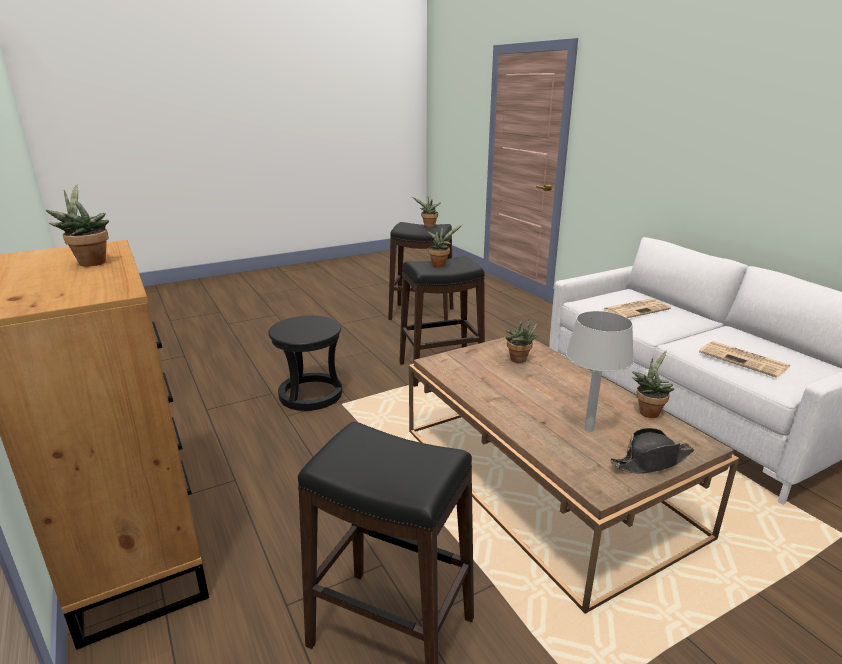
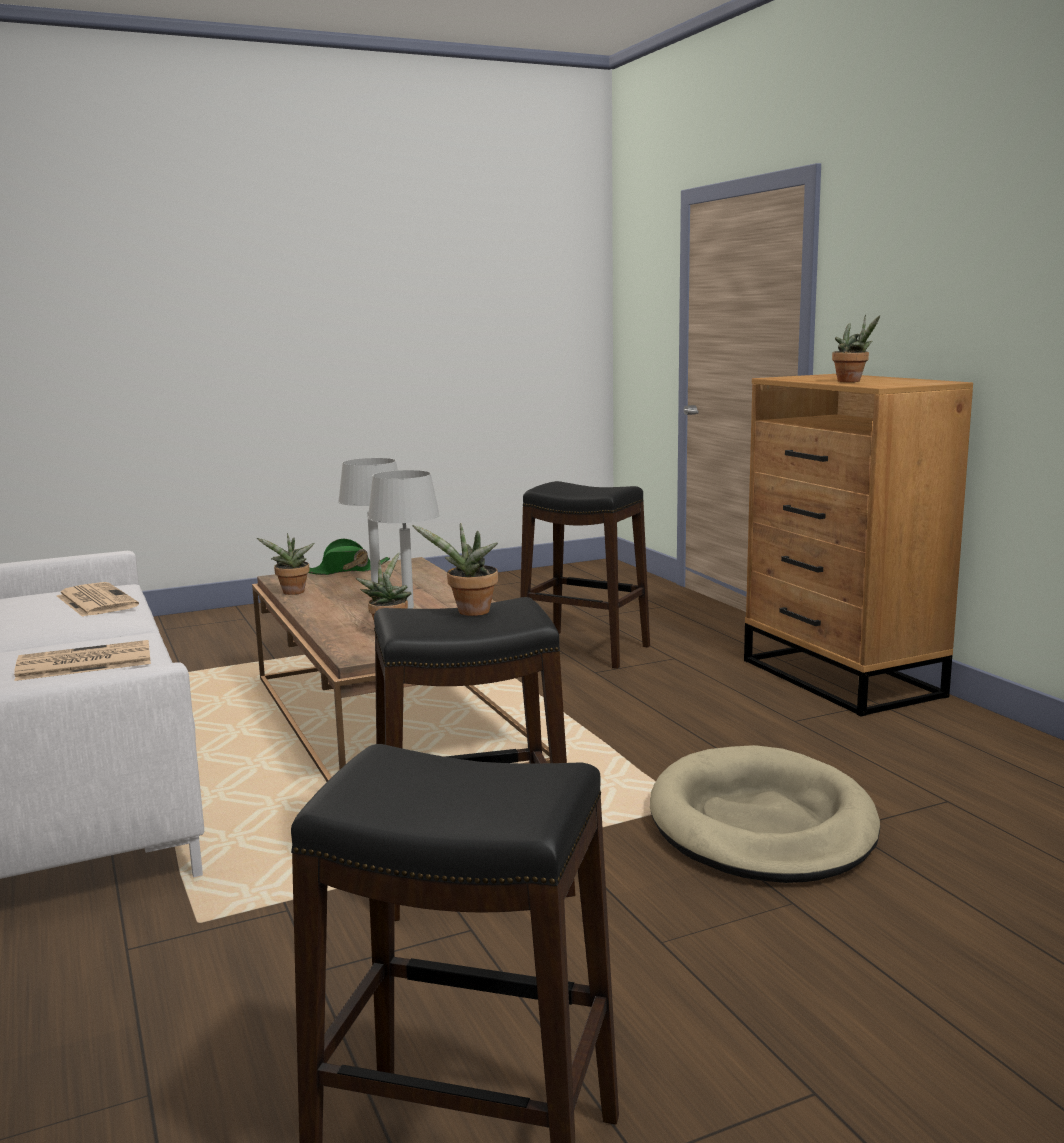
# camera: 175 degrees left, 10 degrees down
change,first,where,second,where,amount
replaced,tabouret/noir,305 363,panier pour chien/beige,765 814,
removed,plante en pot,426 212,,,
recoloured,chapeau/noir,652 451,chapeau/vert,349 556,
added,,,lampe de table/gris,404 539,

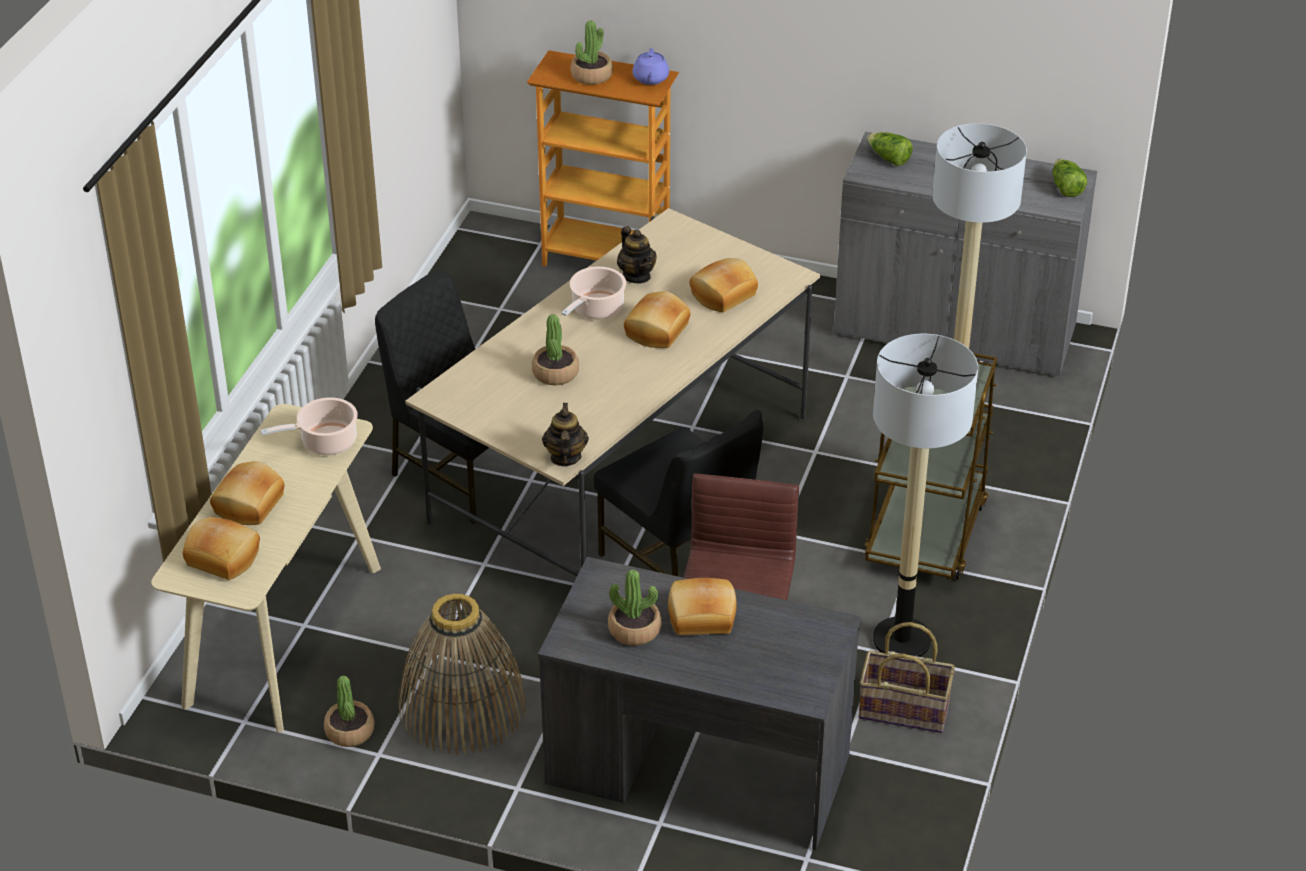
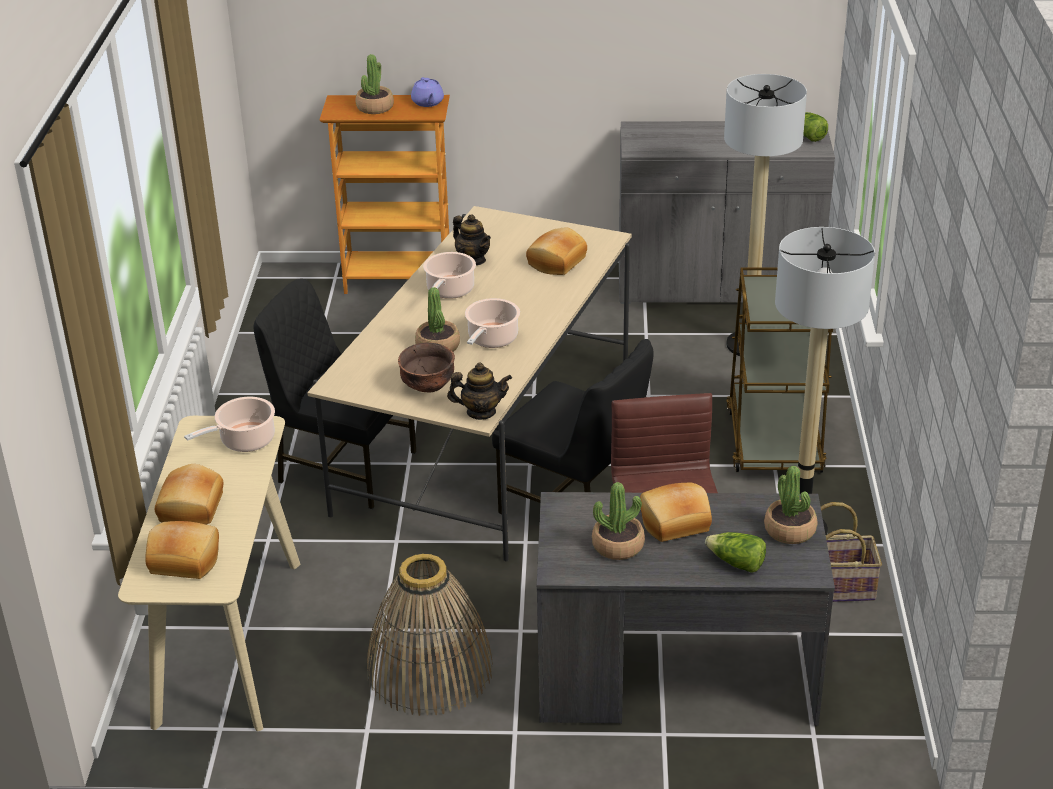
# camera: 15 degrees left, 5 degrees down
change,first,where,second,where,amount
moved,plante en pot,349 711,,790 505,
turned,théière,565 434,,479 391,105 degrees clockwise
removed,pain,657 319,,,
moved,laitue,890 149,,735 552,
added,,,bol/marron,426 367,
added,,,marmite,492 323,

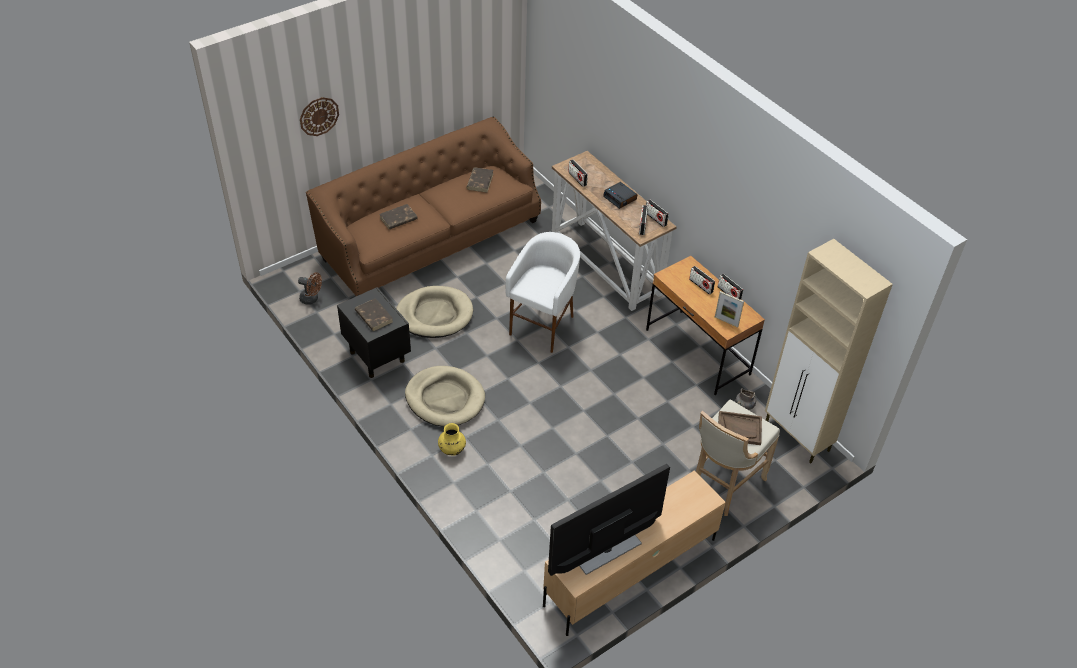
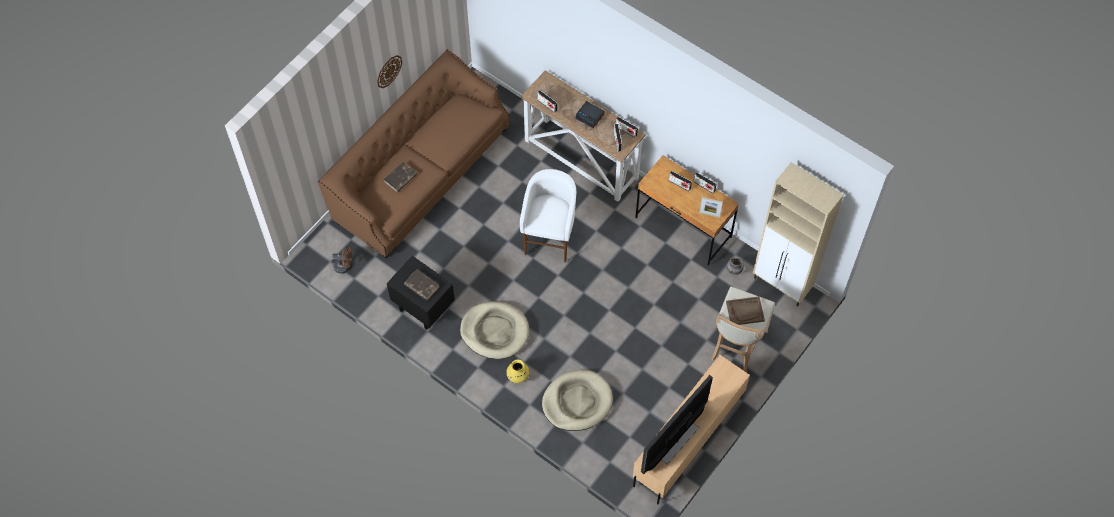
# camera: 15 degrees left, 15 degrees up
change,first,where,second,where,amount
moved,horloge murale,319 116,,389 71,
moved,panier pour chien/beige,434 312,,577 400,
removed,livre/marron,479 179,,,

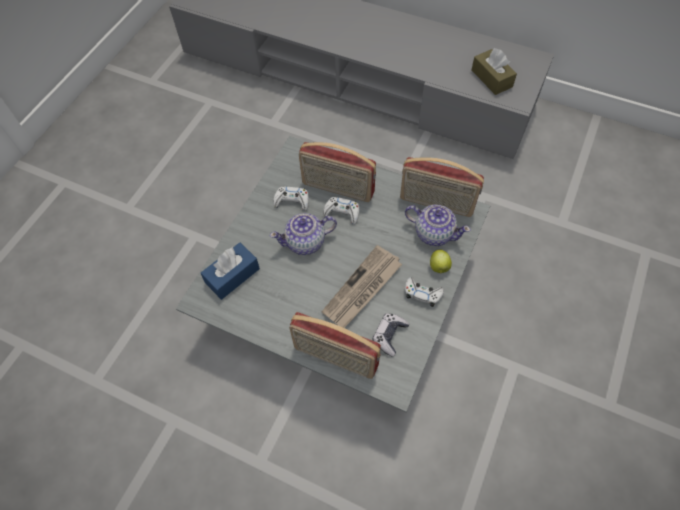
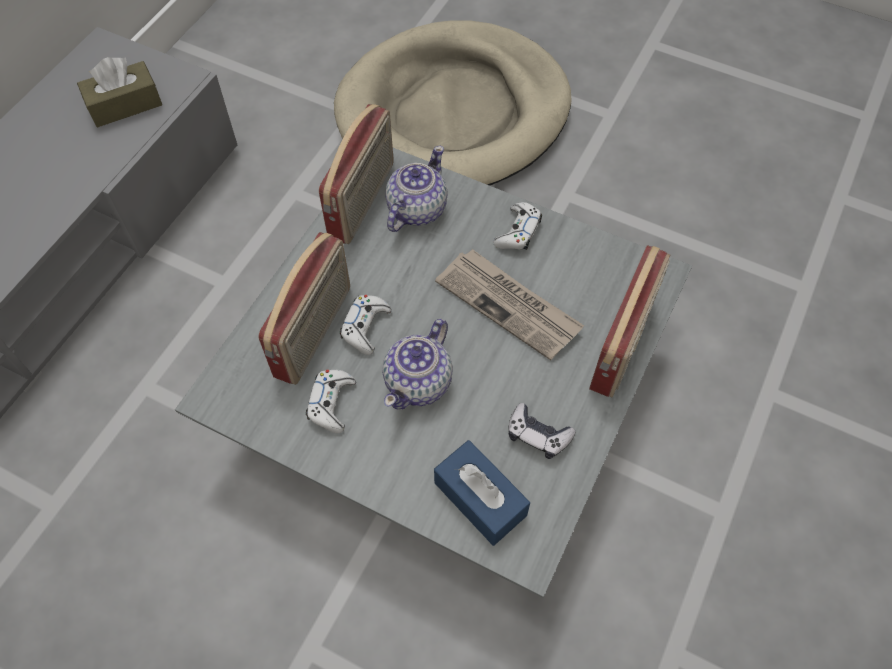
# camera: 90 degrees left, 0 degrees up
change,first,where,second,where,amount
turned,théière,303 234,,417 364,45 degrees clockwise
moved,manette,391 335,,542 431,
removed,pomme,441 262,,,
added,,,panier pour chien/beige,453 103,

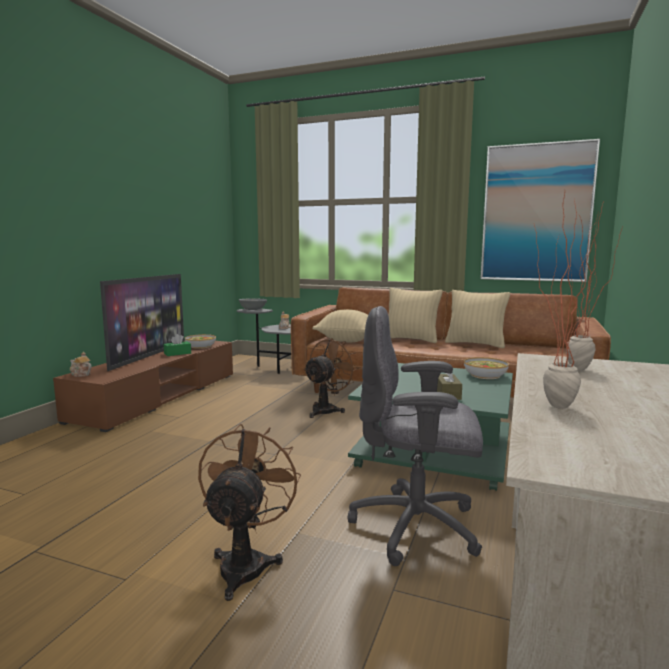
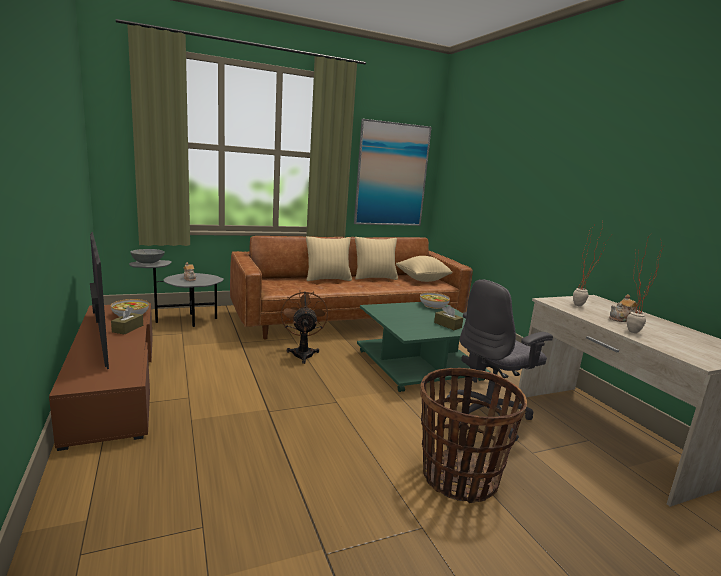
# camera: 45 degrees left, 5 degrees up
change,first,where,second,where,amount
moved,théière,81 364,,623 308,
recoloured,boîte à mouchoirs/vert,177 345,boîte à mouchoirs/marron,127 321,
replaced,ventilateur/marron,249 512,panier,473 435,
moved,coussin/beige,340 325,,424 269,

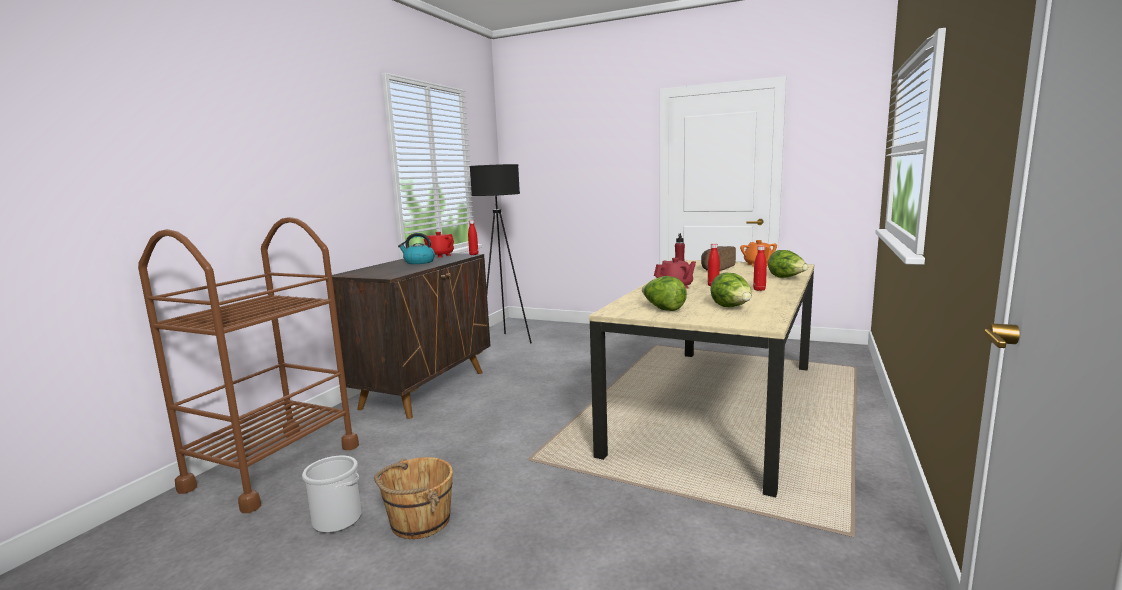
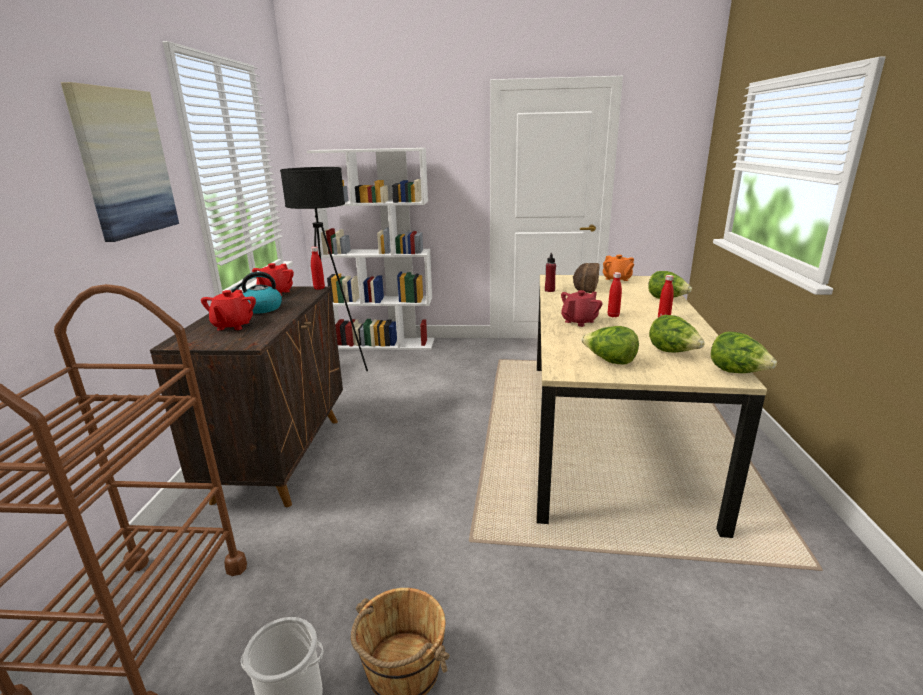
# camera: 20 degrees left, 10 degrees up
change,first,where,second,where,amount
added,,,tableau,120 162,
added,,,théière/rouge,228 310,
added,,,bibliothèque/blanc,370 249,
added,,,laitue,744 352,

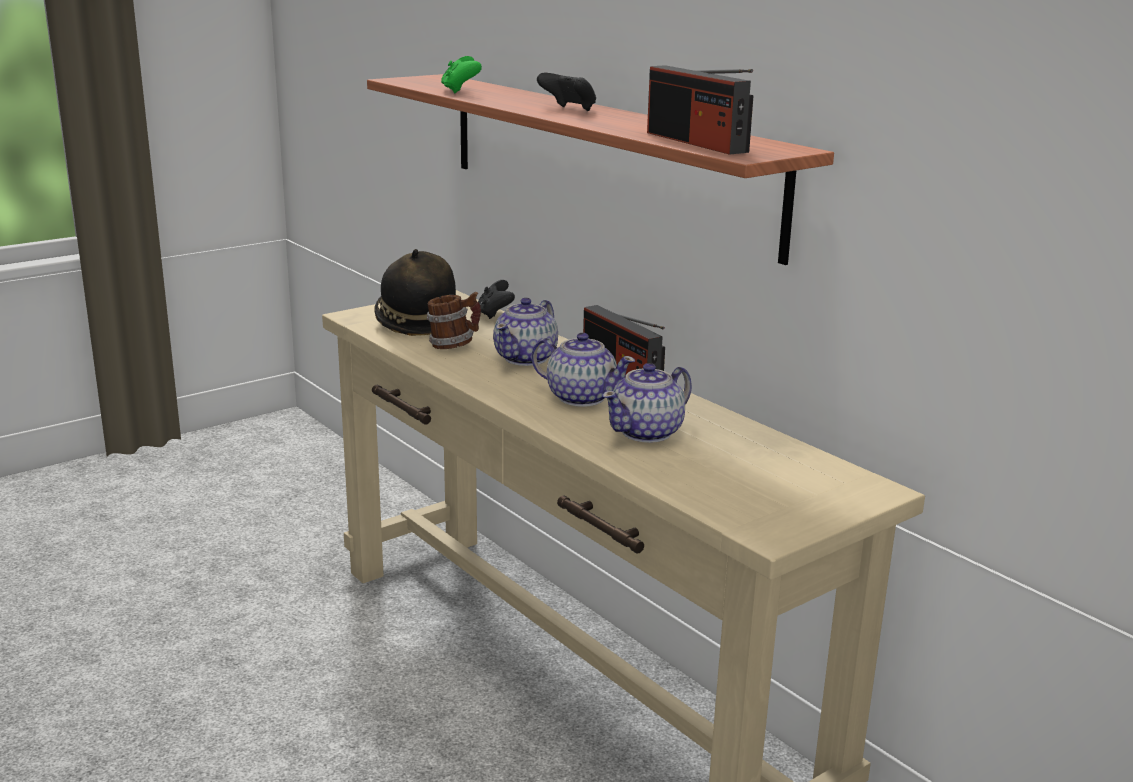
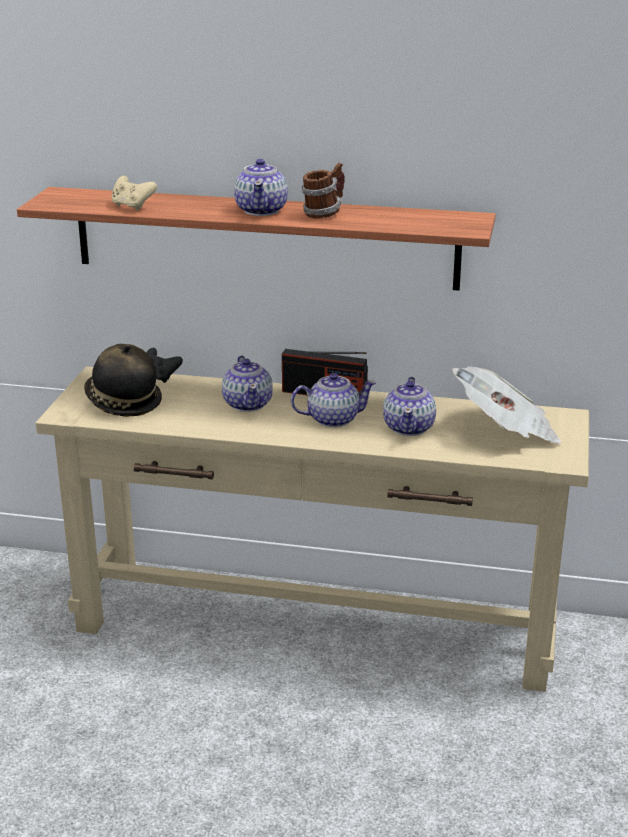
# camera: 40 degrees left, 5 degrees up
change,first,where,second,where,amount
moved,mug,454 320,,323 191,
recoloured,manette/vert,461 75,manette/beige,134 193,
replaced,manette/noir,566 92,théière,261 187,
removed,radio,700 110,,,
added,,,journal,507 405,

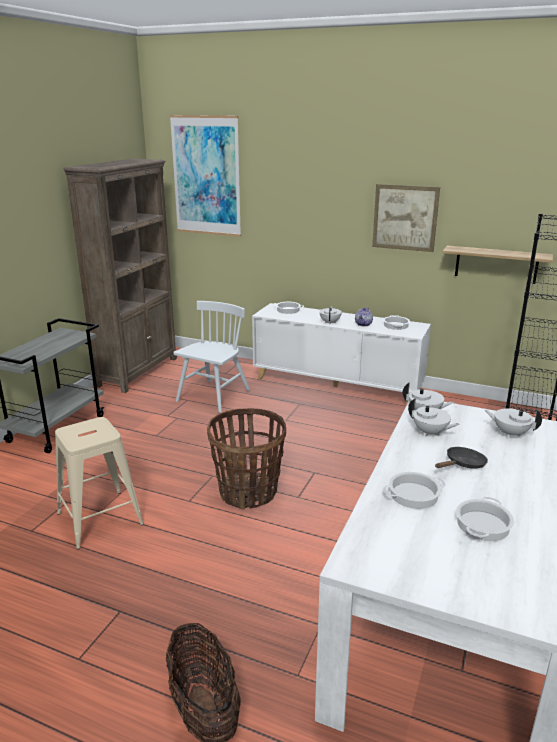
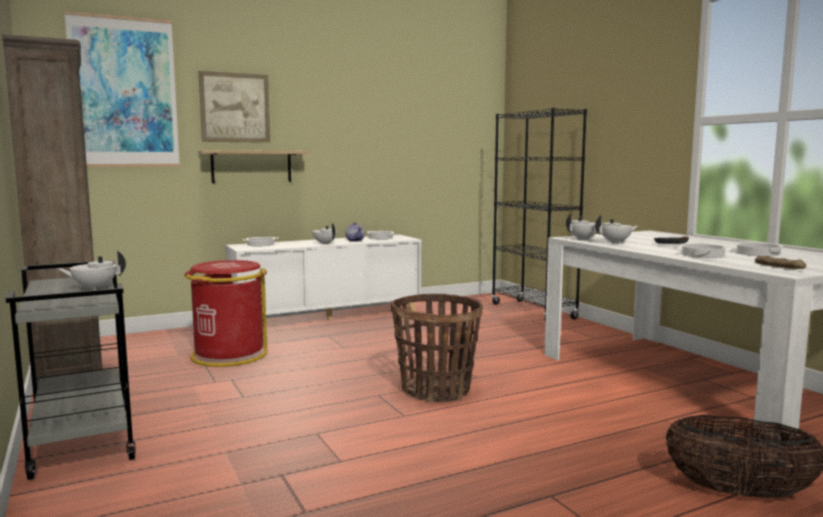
# camera: 50 degrees left, 15 degrees down
change,first,where,second,where,amount
removed,tabouret/beige,99 483,,,
replaced,chaise/blanc,211 357,poubelle/rouge,226 313,
moved,tableau,406 218,,234 107,
moved,étagère,498 264,,253 166,
moved,théière/blanc,513 423,,91 270,
added,,,pain,780 262,

